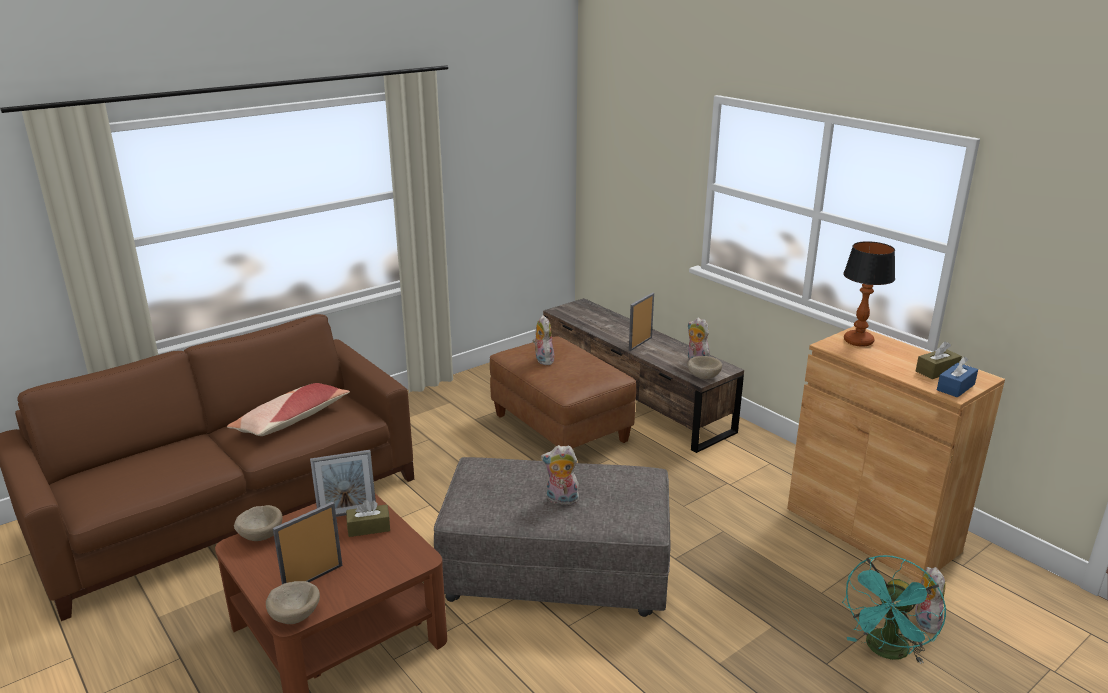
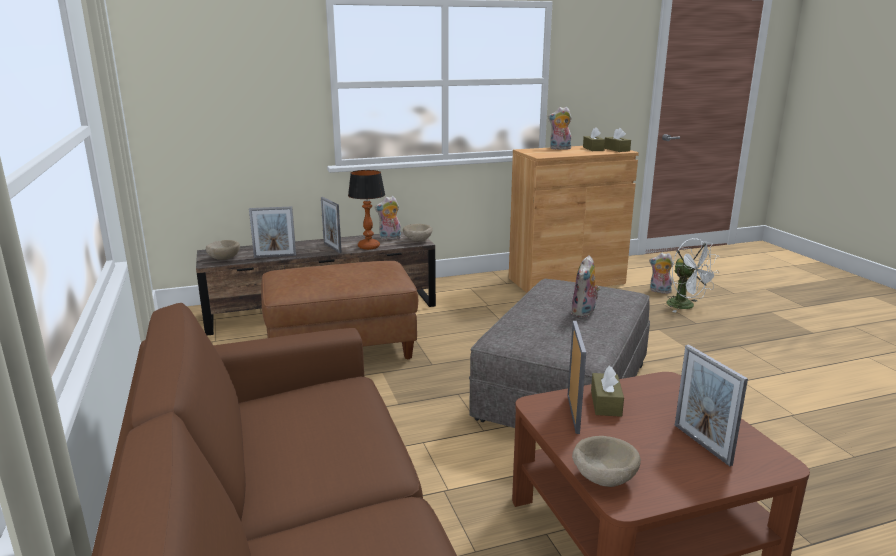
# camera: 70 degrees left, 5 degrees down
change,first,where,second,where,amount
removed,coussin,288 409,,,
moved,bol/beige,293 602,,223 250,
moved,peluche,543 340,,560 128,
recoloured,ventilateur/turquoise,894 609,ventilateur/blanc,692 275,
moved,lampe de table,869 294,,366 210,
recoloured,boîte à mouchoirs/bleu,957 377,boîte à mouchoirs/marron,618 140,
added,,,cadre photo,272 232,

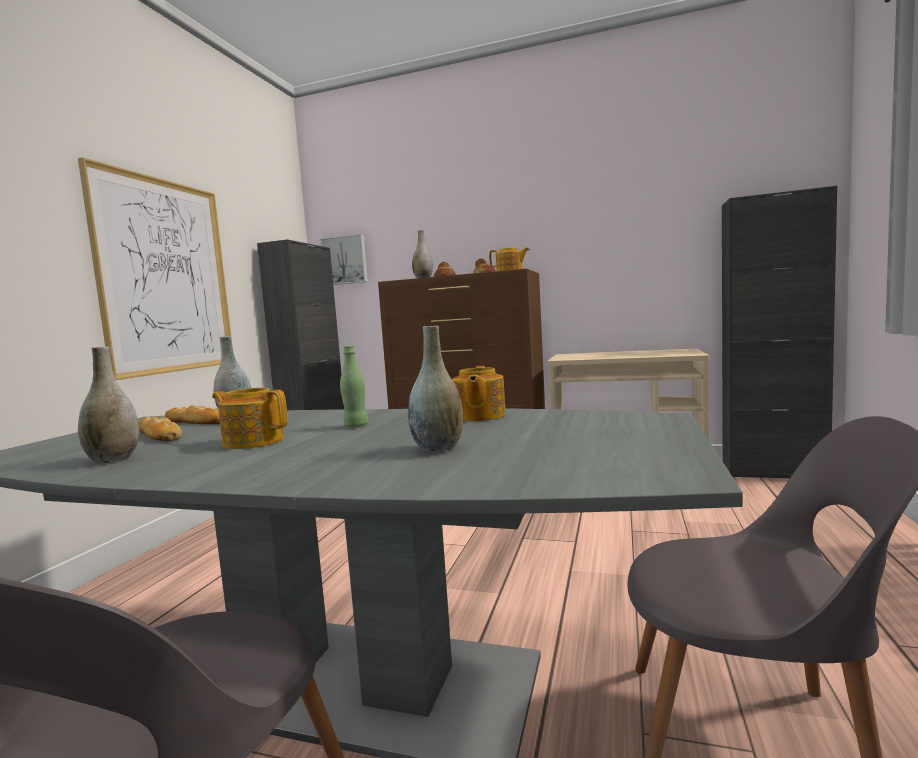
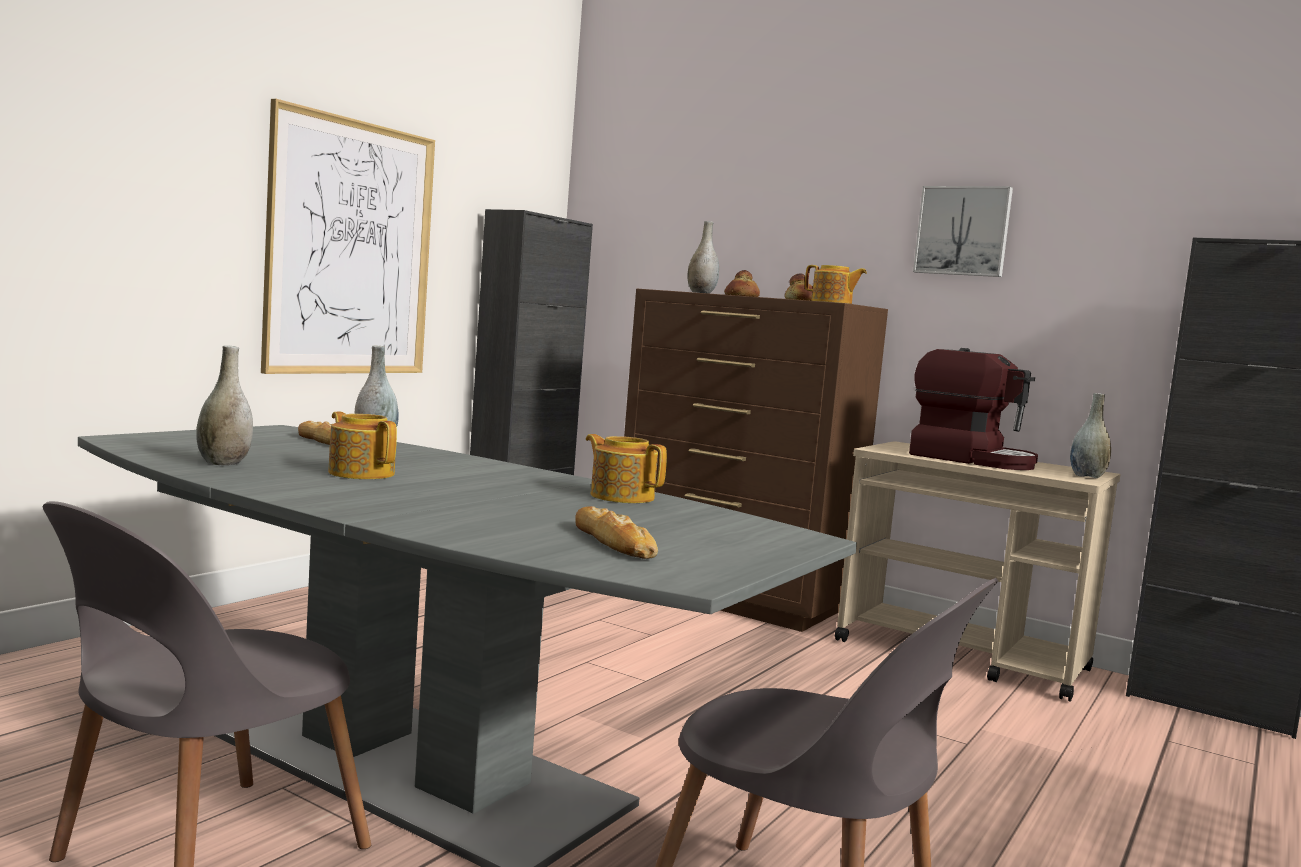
# camera: 15 degrees right, 0 degrees up
change,first,where,second,where,amount
moved,pain,160 428,,616 532,
moved,tableau,344 259,,963 231,
removed,bouteille/vert,354 386,,,
moved,vase/gris,435 389,,1090 435,
turned,théière,479 393,,626 468,105 degrees clockwise
added,,,machine à café,973 409,

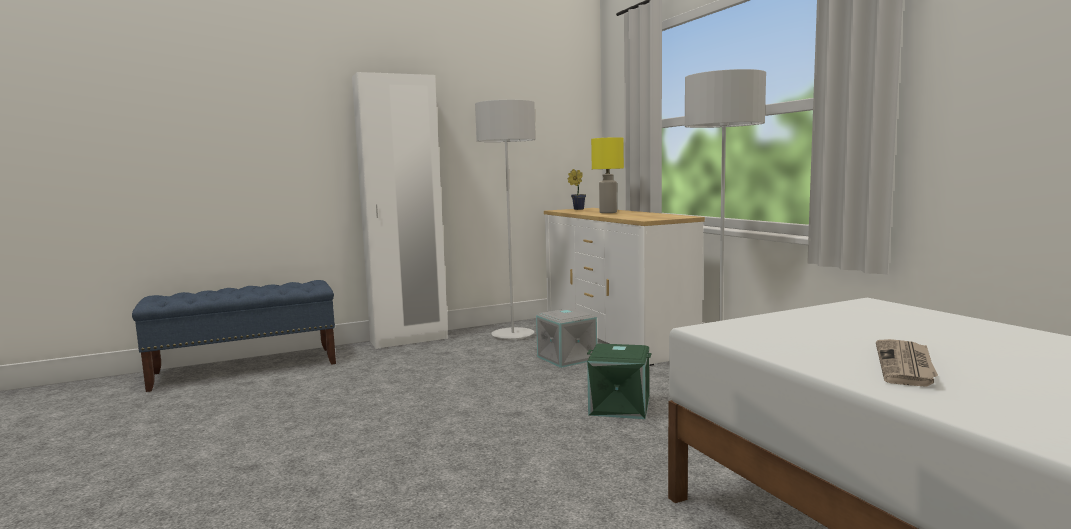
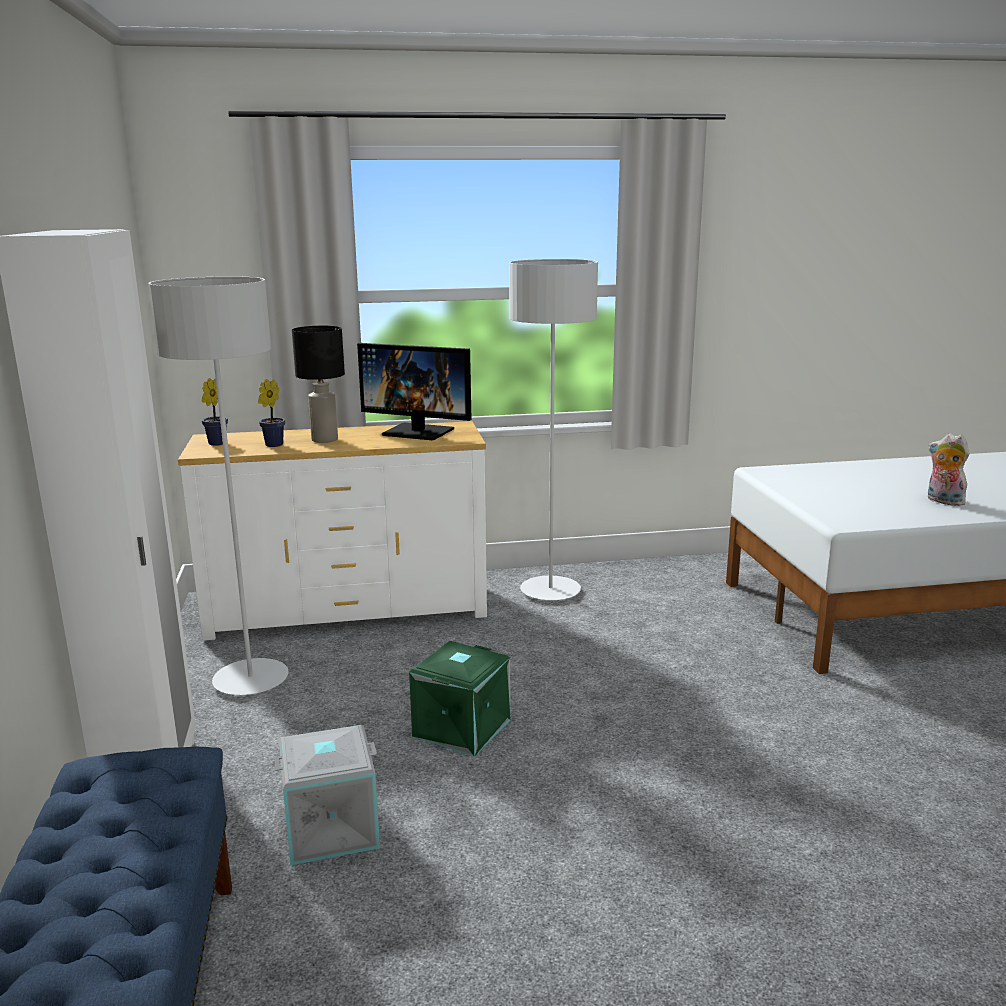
# camera: 75 degrees left, 10 degrees up
change,first,where,second,where,amount
moved,boîte de rangement/gris,566 338,,327 795,
moved,boîte de rangement/vert,619 381,,460 699,
recoloured,lampe de table/jaune,607 175,lampe de table/noir,318 384,
replaced,journal,907 363,peluche,949 469,
added,,,plante en pot,271 413,
added,,,écran d'ordinateur,414 391,

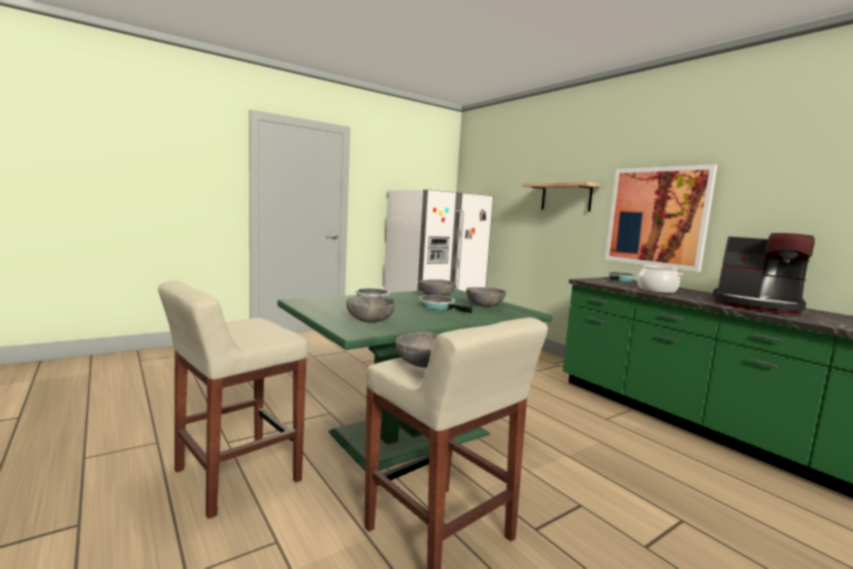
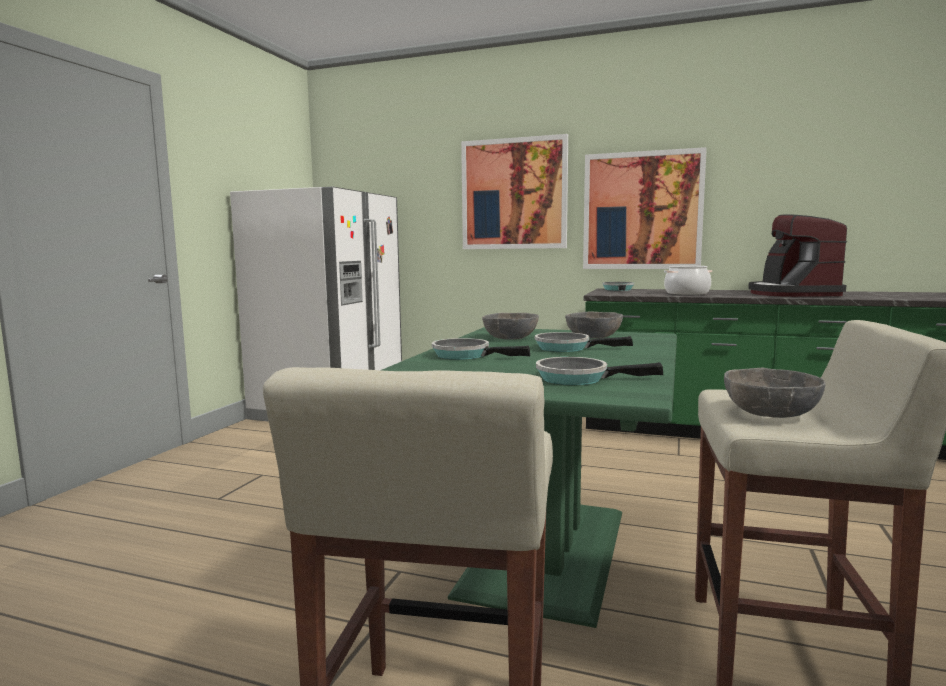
# camera: 35 degrees left, 0 degrees up
change,first,where,second,where,amount
replaced,bol/gris,371 309,poêle,599 371,
replaced,étagère,562 197,tableau,514 191,
turned,machine à café,763 274,,797 255,90 degrees clockwise

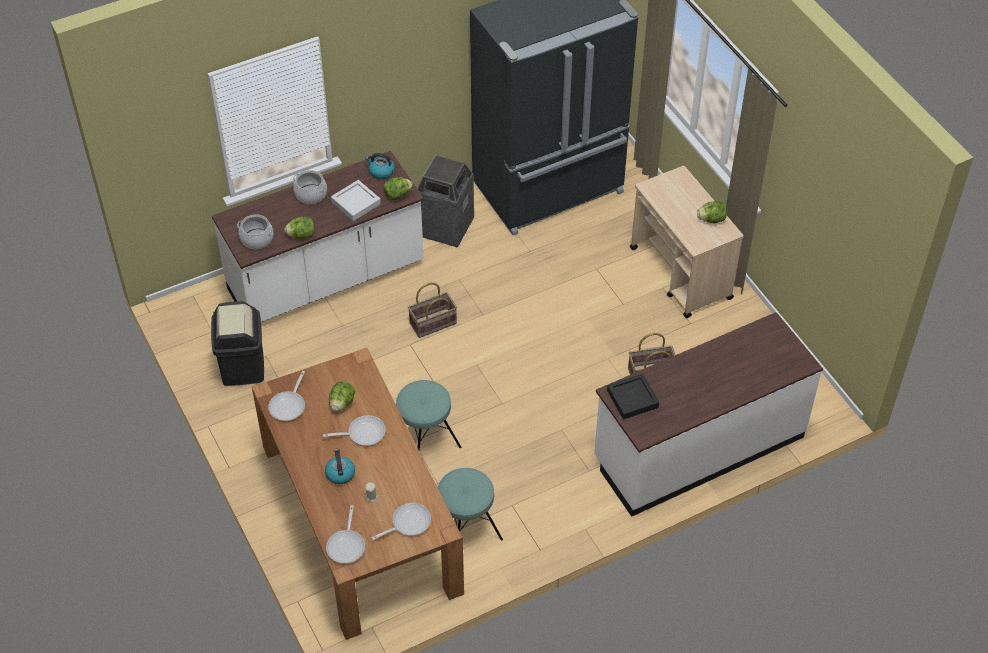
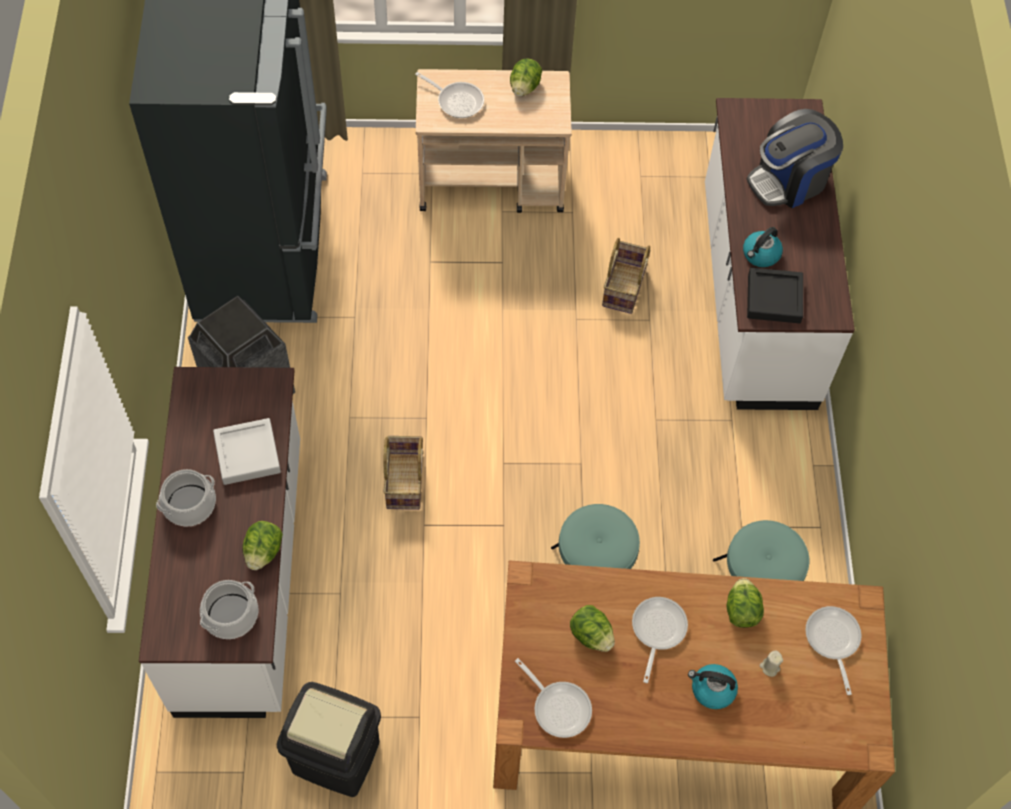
# camera: 65 degrees left, 10 degrees up
change,first,where,second,where,amount
moved,poêle,345 534,,449 95,
moved,bouilloire,380 166,,763 247,
moved,laitue,398 188,,745 603,
added,,,machine à café,795 158,

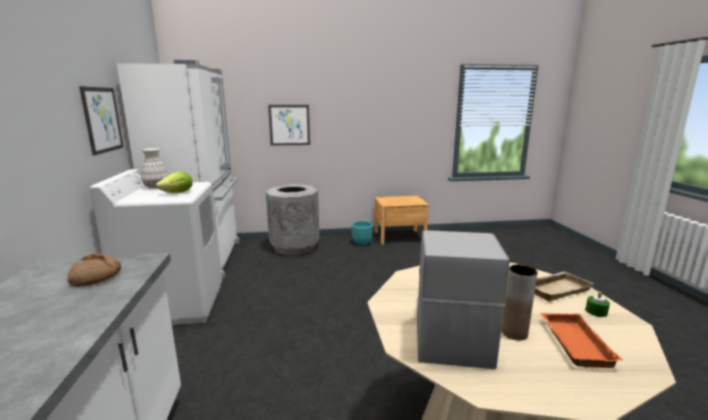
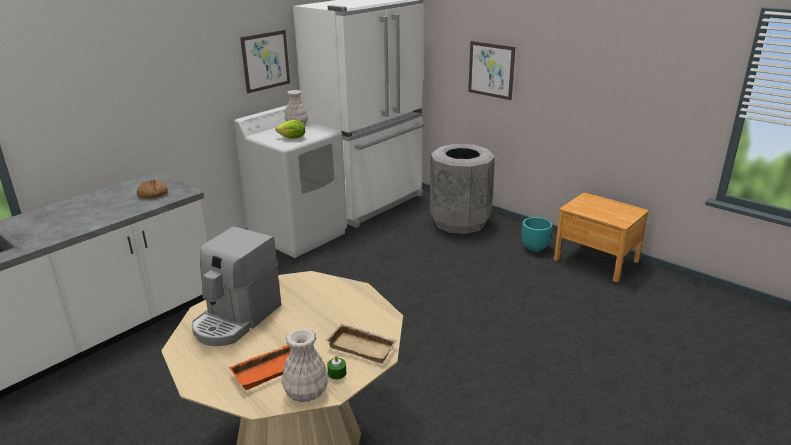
# camera: 50 degrees right, 10 degrees up
change,first,where,second,where,amount
turned,machine à café,463 299,,236 286,150 degrees clockwise
removed,vase/marron,520 302,,,
added,,,vase/blanc,305 365,

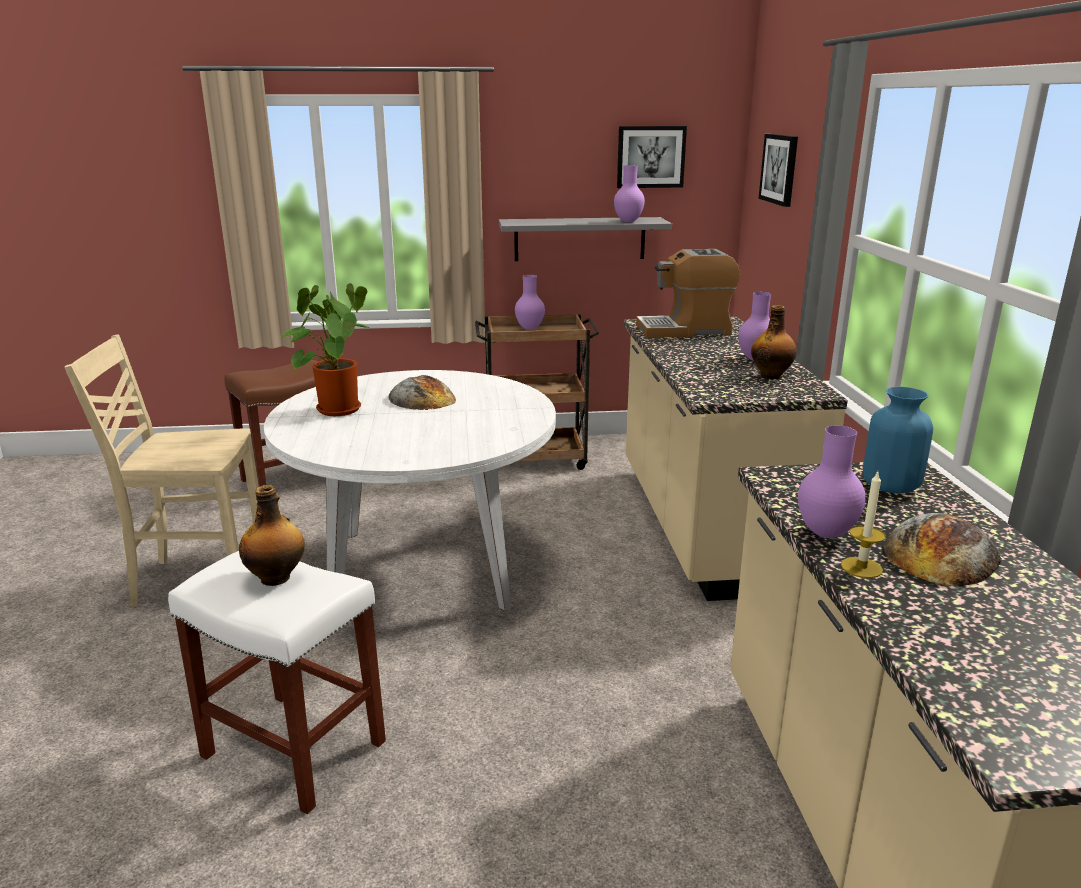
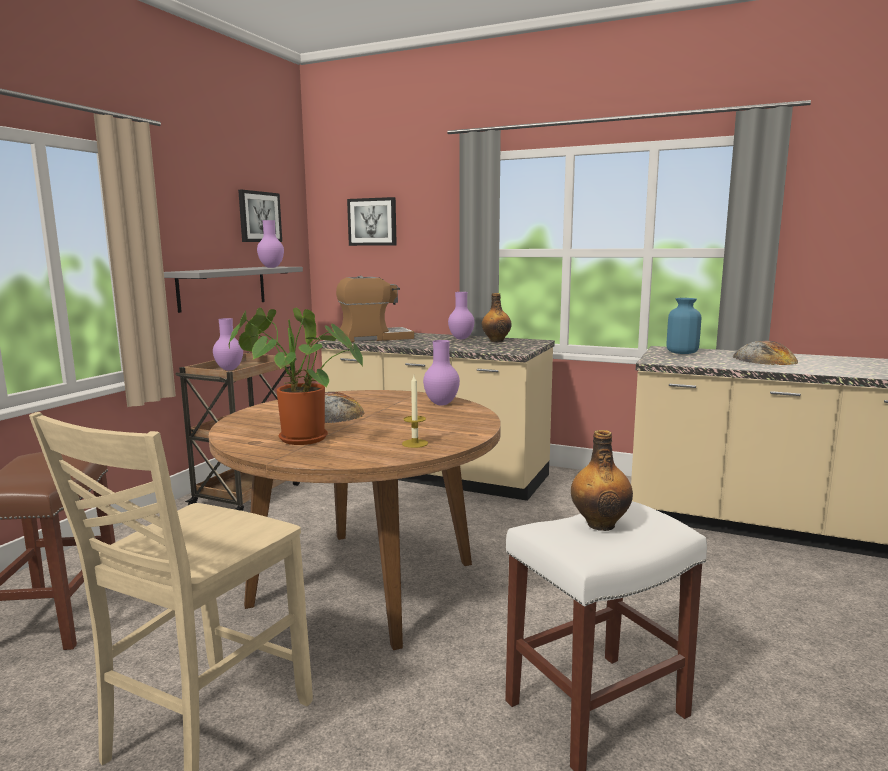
# camera: 60 degrees left, 10 degrees down
change,first,where,second,where,amount
recoloured,table à manger/blanc,410 490,table à manger/marron,355 520,
turned,machine à café,688 293,,375 309,135 degrees counterclockwise
moved,vase/violet,832 481,,441 372,
moved,bougie,863 525,,415 411,

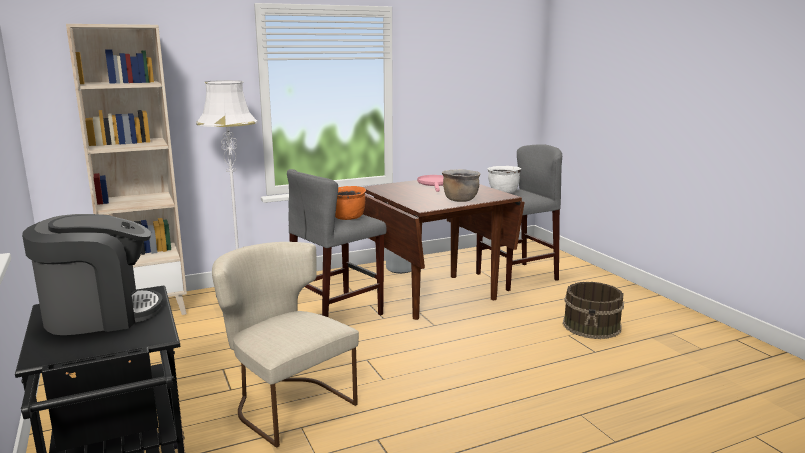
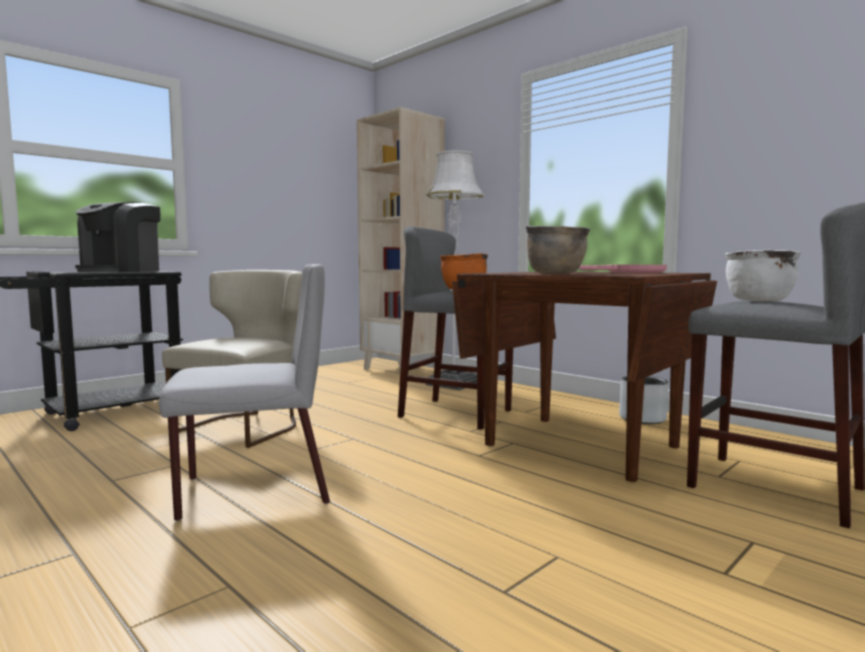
# camera: 70 degrees right, 10 degrees down
change,first,where,second,where,amount
turned,machine à café,92 274,,117 237,60 degrees clockwise
removed,seau/marron,593 310,,,
added,,,chaise/gris,244 392,

